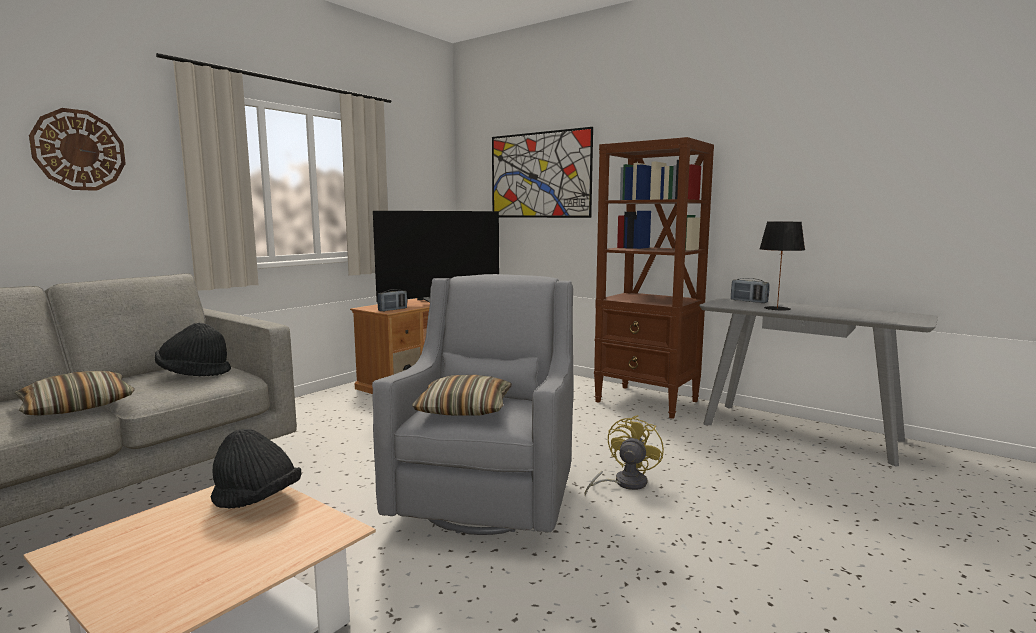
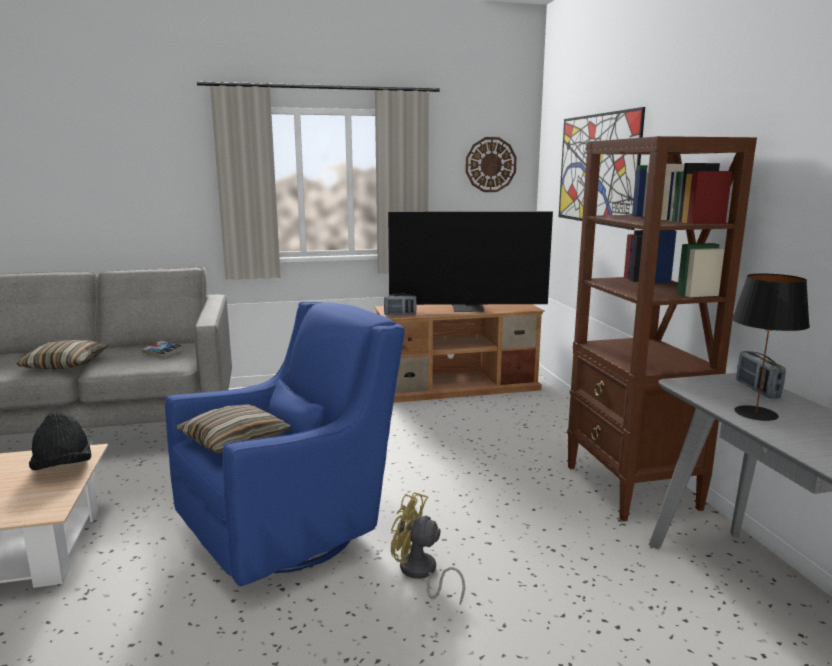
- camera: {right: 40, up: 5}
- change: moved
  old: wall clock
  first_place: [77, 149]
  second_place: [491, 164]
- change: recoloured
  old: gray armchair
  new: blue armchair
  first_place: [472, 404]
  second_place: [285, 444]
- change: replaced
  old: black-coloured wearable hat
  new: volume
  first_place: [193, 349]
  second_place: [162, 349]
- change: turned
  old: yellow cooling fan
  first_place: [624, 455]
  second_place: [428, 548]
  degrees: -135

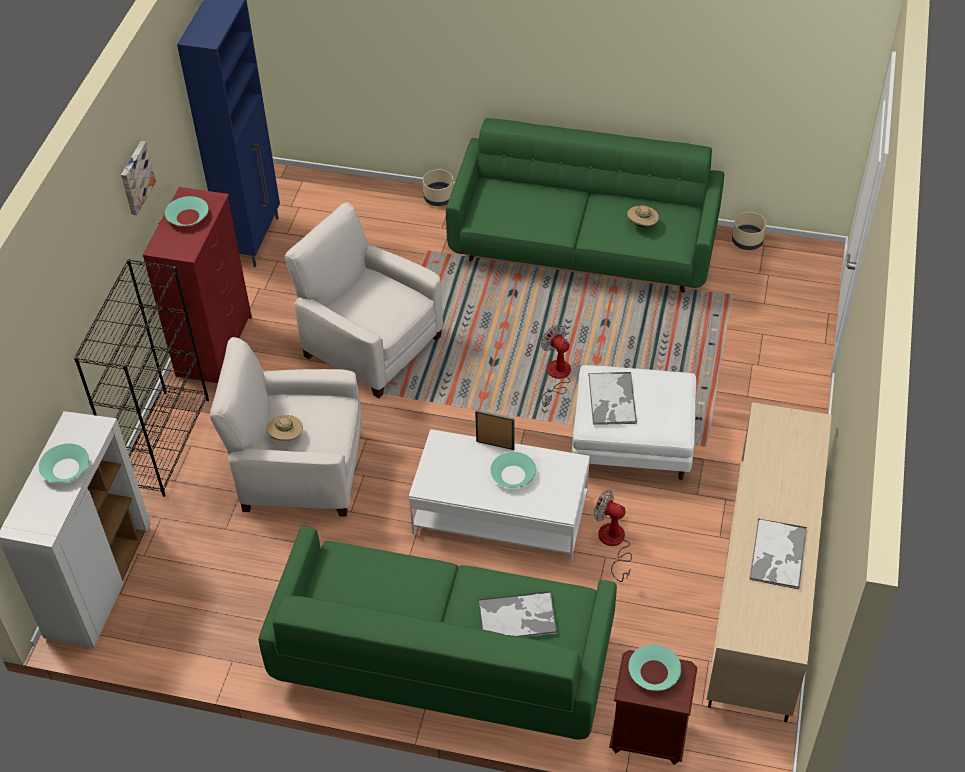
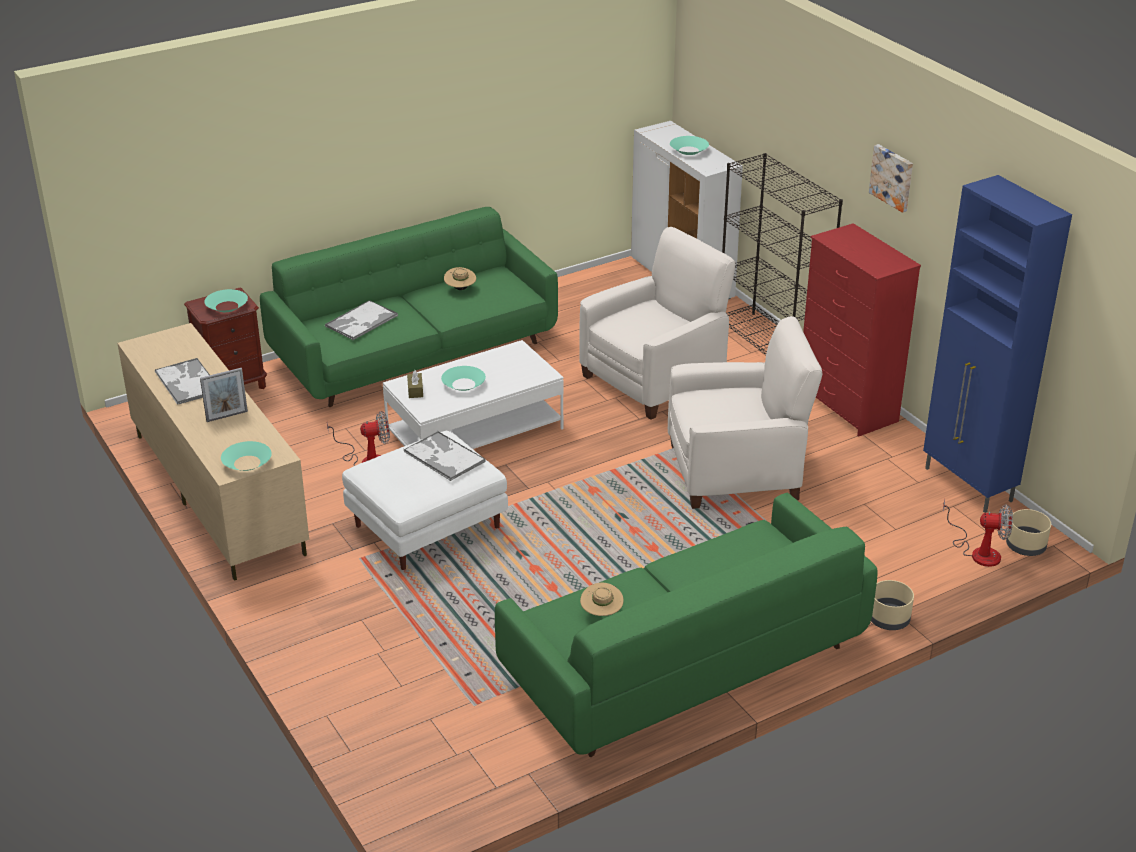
- camera: {right: 135, up: -15}
- change: moved
  old: turquoise serving bowl
  first_place: [186, 211]
  second_place: [246, 456]
- change: moved
  old: beige-coloured plant pot
  first_place: [749, 231]
  second_place: [1028, 532]
- change: moved
  old: cooling fan
  first_place: [556, 366]
  second_place: [978, 533]
- change: moved
  old: standing frame
  first_place: [495, 430]
  second_place: [224, 395]
- change: moved
  old: beige-coloured wearable hat
  first_place: [284, 428]
  second_place: [460, 278]
- change: added
  new: brownish tissue holder
  second_place: [415, 384]

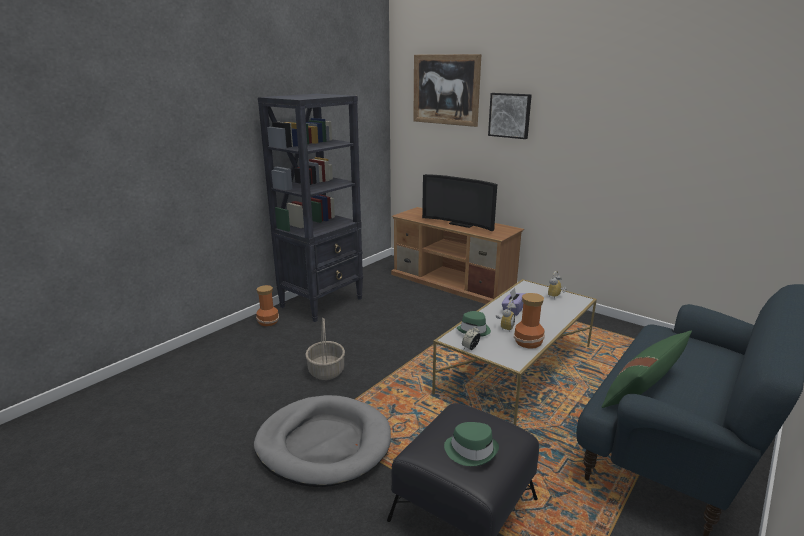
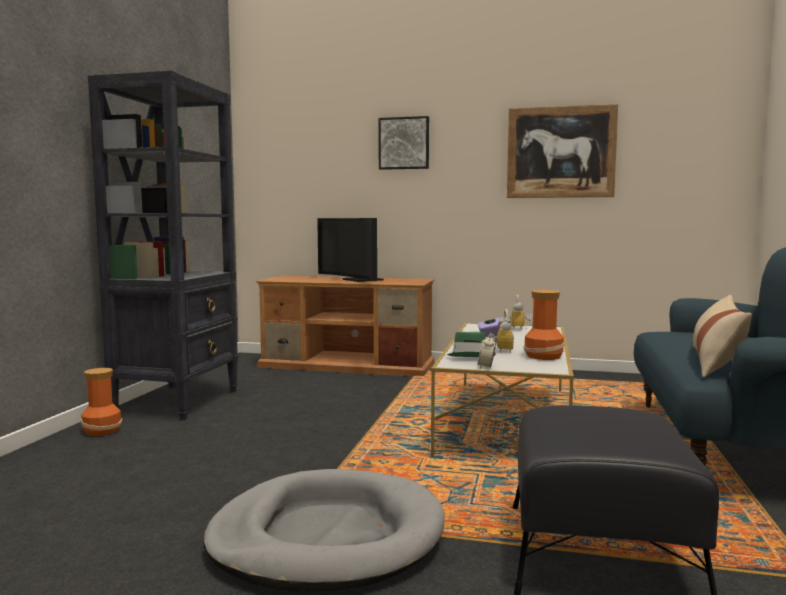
- camera: {right: -25, up: -15}
- change: moved
  old: wall art
  first_place: [447, 90]
  second_place: [562, 151]
- change: turned
  old: television
  first_place: [459, 202]
  second_place: [350, 250]
  degrees: 45
- change: removed
  old: household basket
  first_place: [325, 349]
- change: recoloured
  old: greenish throw pillow
  new: beige-coloured throw pillow
  first_place: [646, 369]
  second_place: [722, 336]
- change: removed
  old: greenish wearable hat
  first_place: [471, 444]

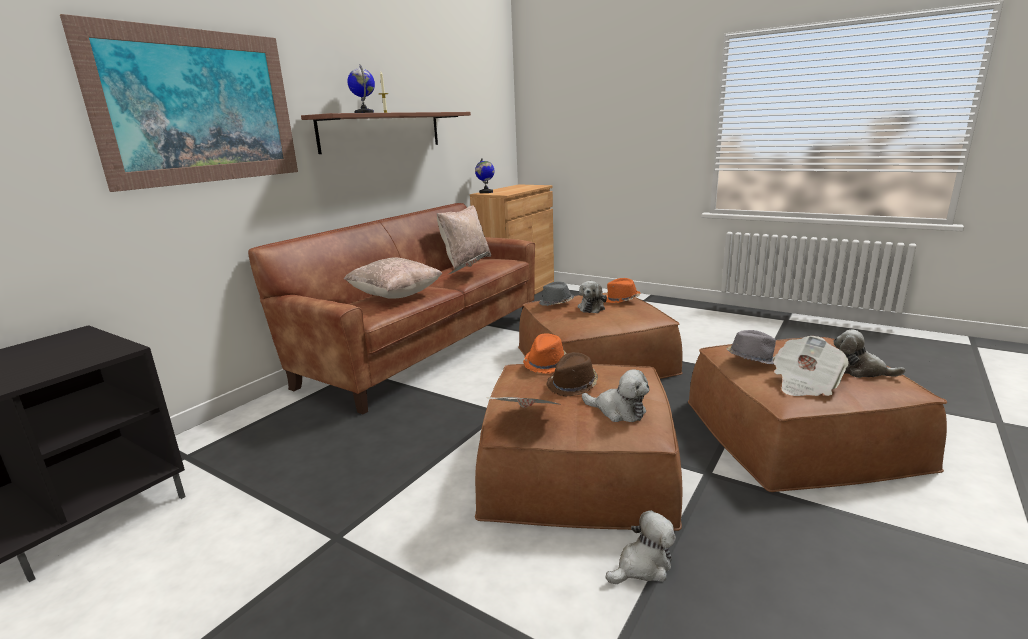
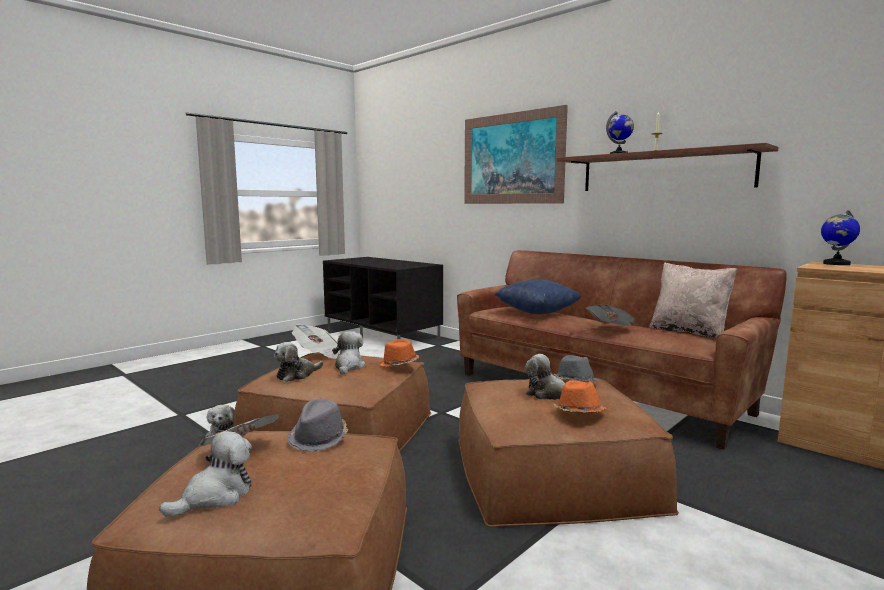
- camera: {right: 100, up: -10}
- change: recoloured
  old: beige-coloured throw pillow
  new: blue throw pillow
  first_place: [393, 278]
  second_place: [538, 296]
- change: replaced
  old: brownish wearable hat
  new: soft toy
  first_place: [572, 374]
  second_place: [349, 353]

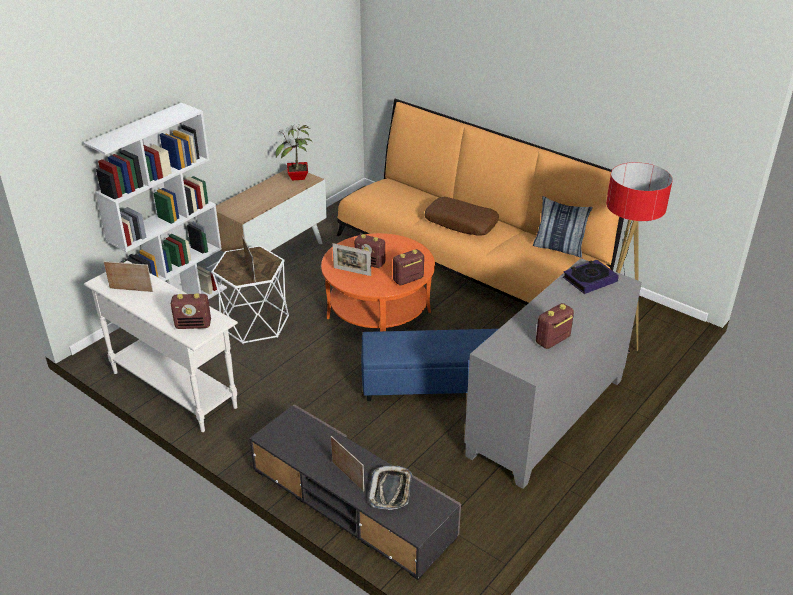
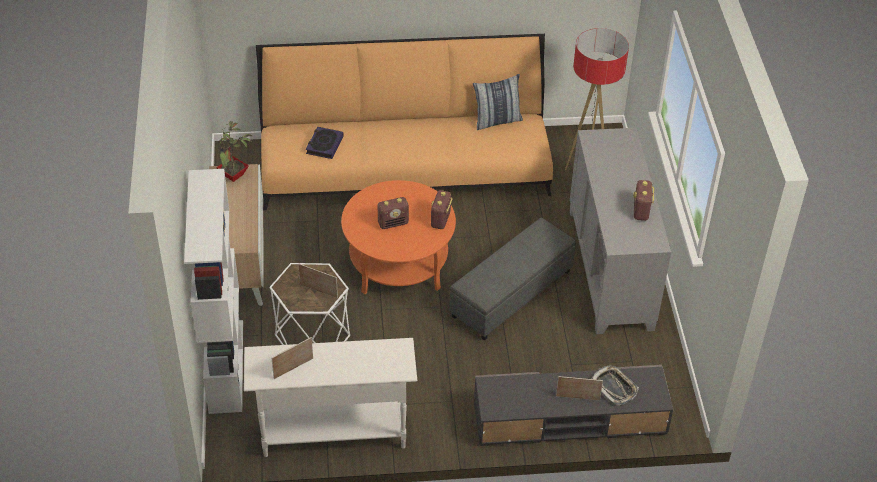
- camera: {right: -45, up: 10}
- change: removed
  old: brownish throw pillow
  first_place: [461, 216]
- change: removed
  old: standing frame
  first_place: [352, 259]
- change: moved
  old: volume
  first_place: [591, 277]
  second_place: [325, 143]
- change: removed
  old: radio
  first_place: [191, 311]
- change: recoloured
  old: blue pouffe
  new: gray pouffe
  first_place: [429, 365]
  second_place: [512, 279]

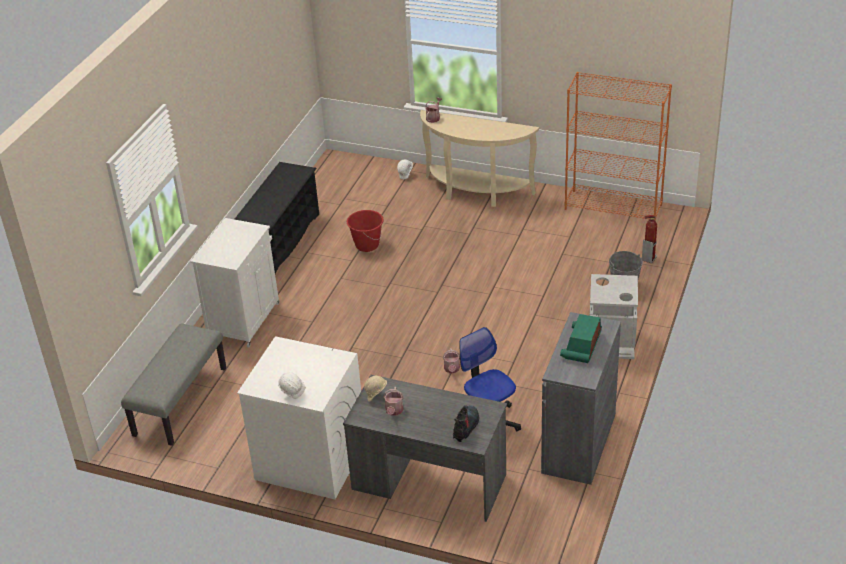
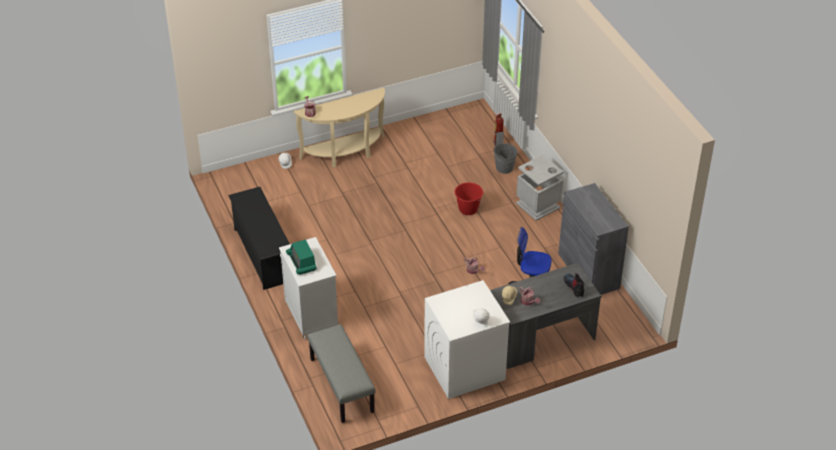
- camera: {right: -45, up: 5}
- change: removed
  old: orange bookshelf
  first_place: [618, 146]
- change: moved
  old: reddish pail
  first_place: [365, 231]
  second_place: [469, 198]
- change: moved
  old: radio
  first_place: [581, 338]
  second_place: [301, 257]

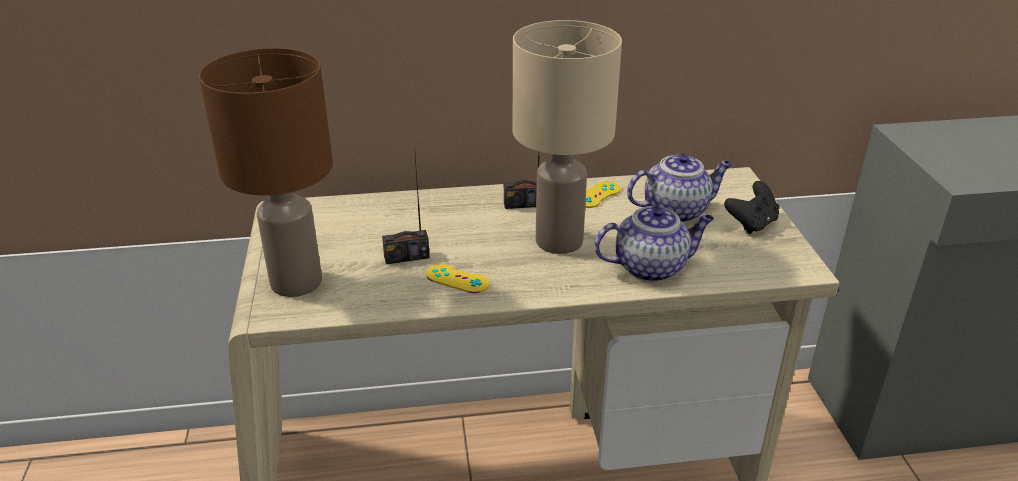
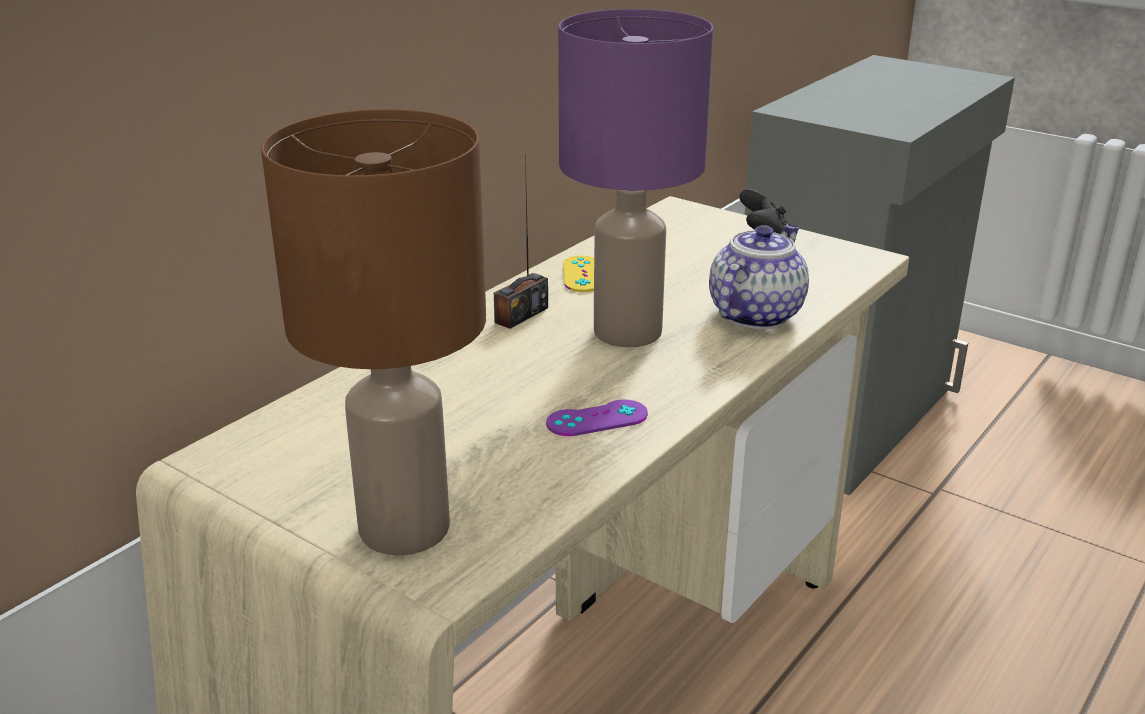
- camera: {right: -45, up: -5}
- change: recoloured
  old: beige-coloured tabletop lamp
  new: purplish tabletop lamp
  first_place: [567, 137]
  second_place: [635, 178]
- change: removed
  old: radio
  first_place: [406, 206]
- change: removed
  old: tea pot
  first_place: [679, 188]
- change: recoloured
  old: yellow game controller
  new: purplish game controller
  first_place: [458, 278]
  second_place: [597, 417]

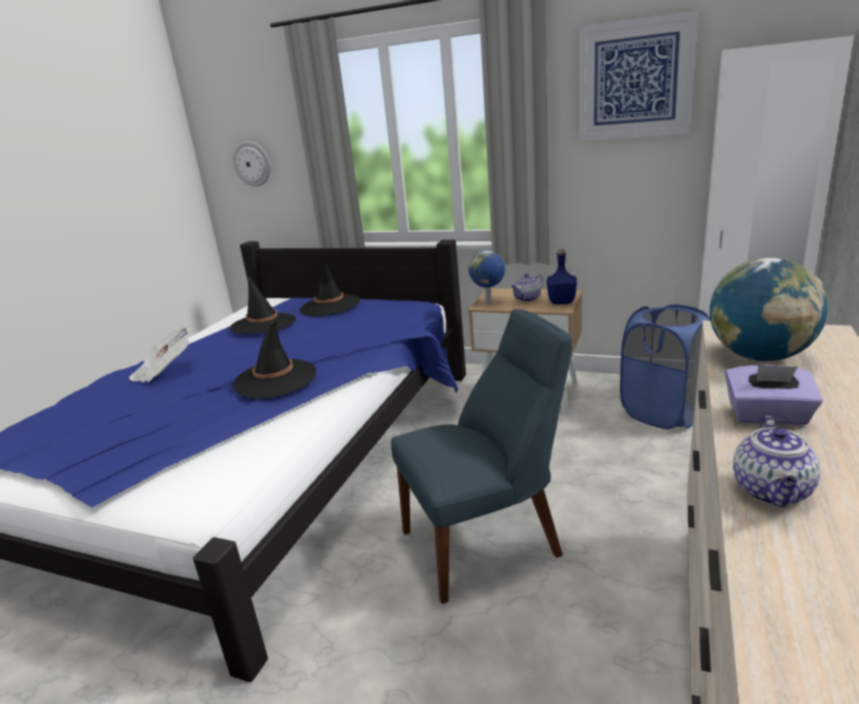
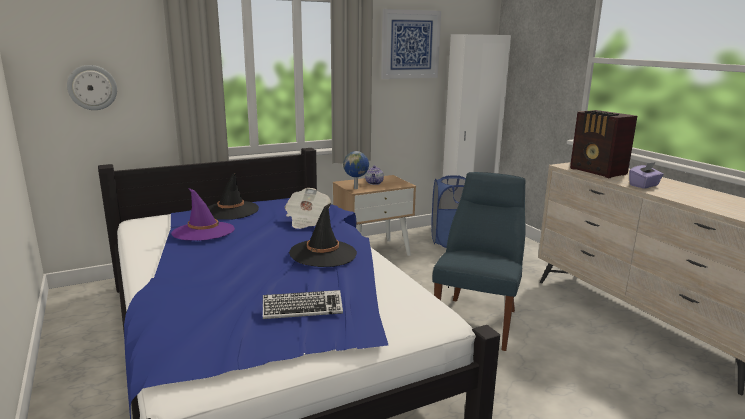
- camera: {right: -50, up: -5}
- change: removed
  old: blue beverage bottle
  first_place: [562, 276]
- change: replaced
  old: world globe
  new: radio
  first_place: [769, 309]
  second_place: [603, 144]
- change: recoloured
  old: black-coloured wearable hat
  new: purplish wearable hat
  first_place: [263, 305]
  second_place: [203, 214]
- change: moved
  old: printed paper
  first_place: [160, 354]
  second_place: [308, 208]
- change: removed
  old: tea pot
  first_place: [777, 461]
- change: added
  new: PC keyboard
  second_place: [303, 304]

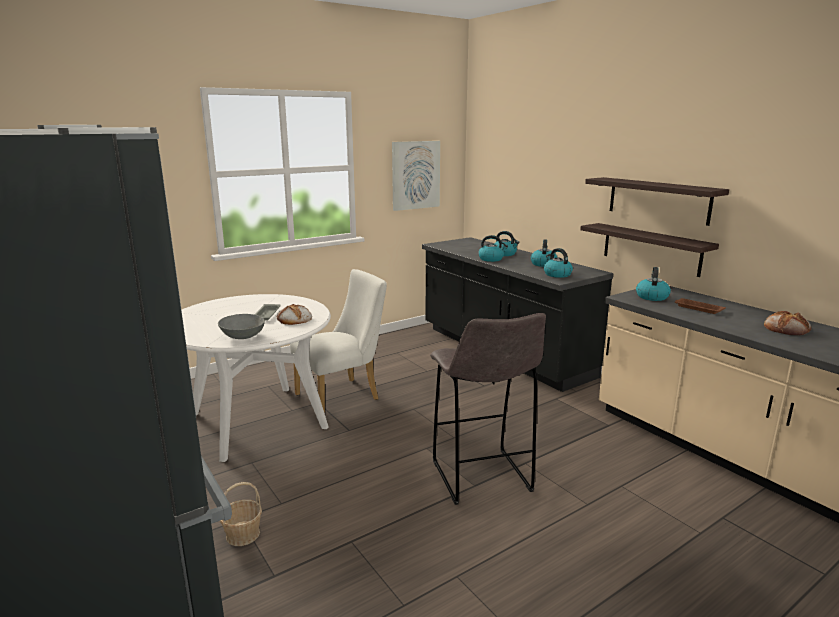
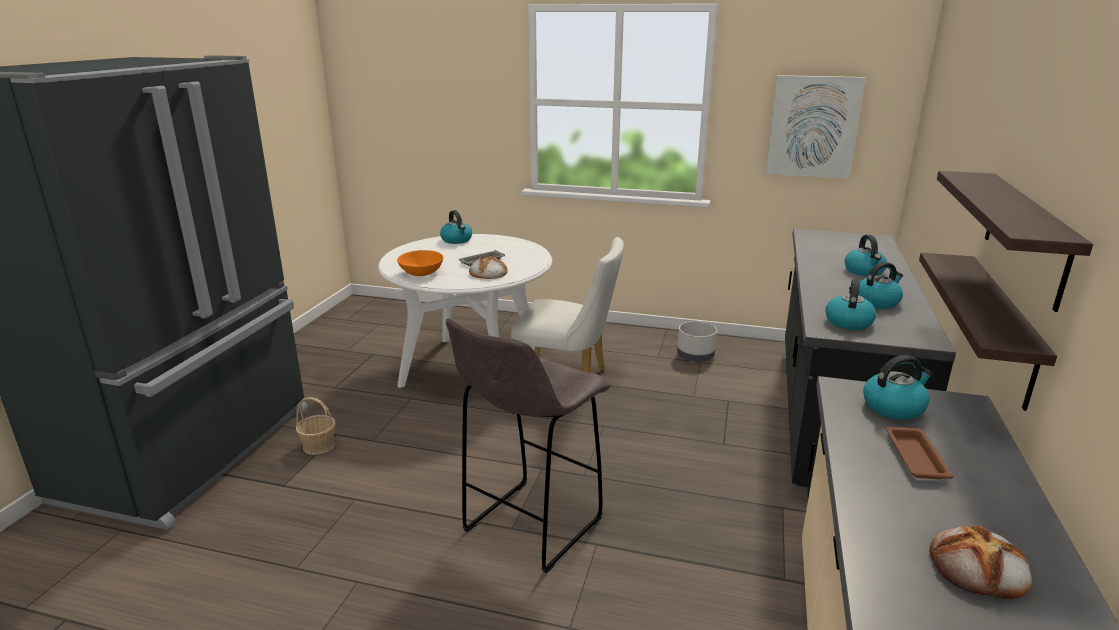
- camera: {right: 50, up: 5}
- change: moved
  old: kettle
  first_place: [493, 248]
  second_place: [456, 227]
- change: recoloured
  old: gray serving bowl
  new: orange serving bowl
  first_place: [241, 326]
  second_place: [420, 263]
- change: added
  new: gray plant pot
  second_place: [697, 341]

